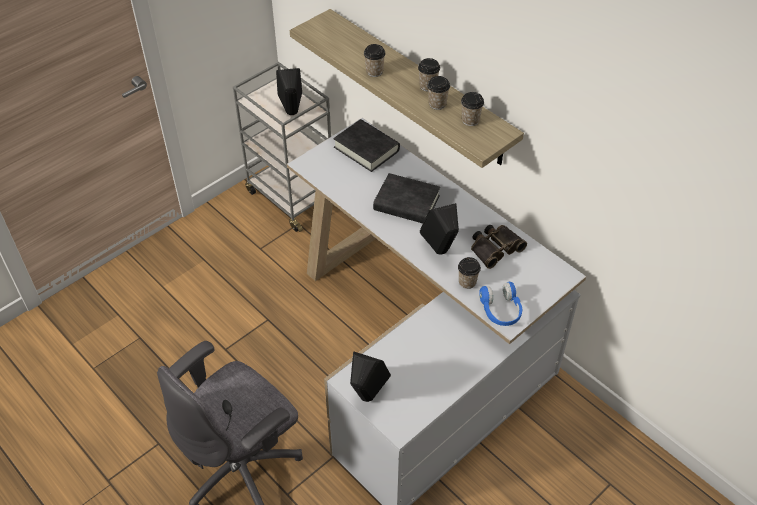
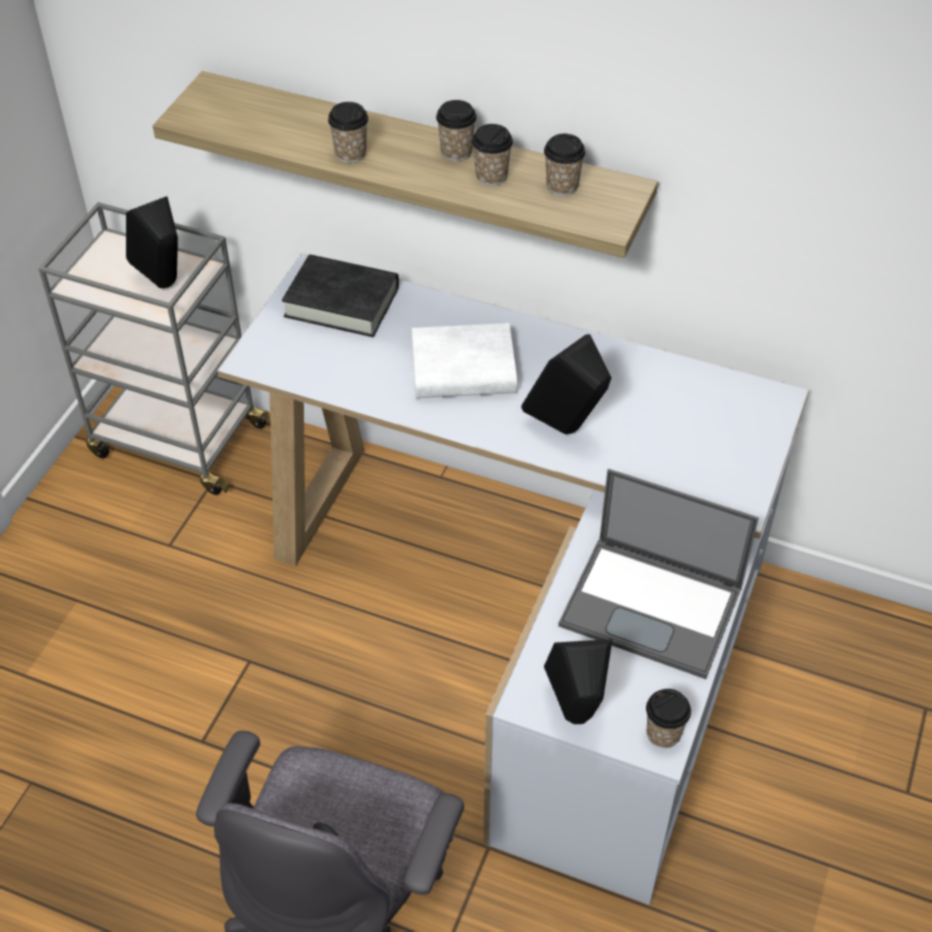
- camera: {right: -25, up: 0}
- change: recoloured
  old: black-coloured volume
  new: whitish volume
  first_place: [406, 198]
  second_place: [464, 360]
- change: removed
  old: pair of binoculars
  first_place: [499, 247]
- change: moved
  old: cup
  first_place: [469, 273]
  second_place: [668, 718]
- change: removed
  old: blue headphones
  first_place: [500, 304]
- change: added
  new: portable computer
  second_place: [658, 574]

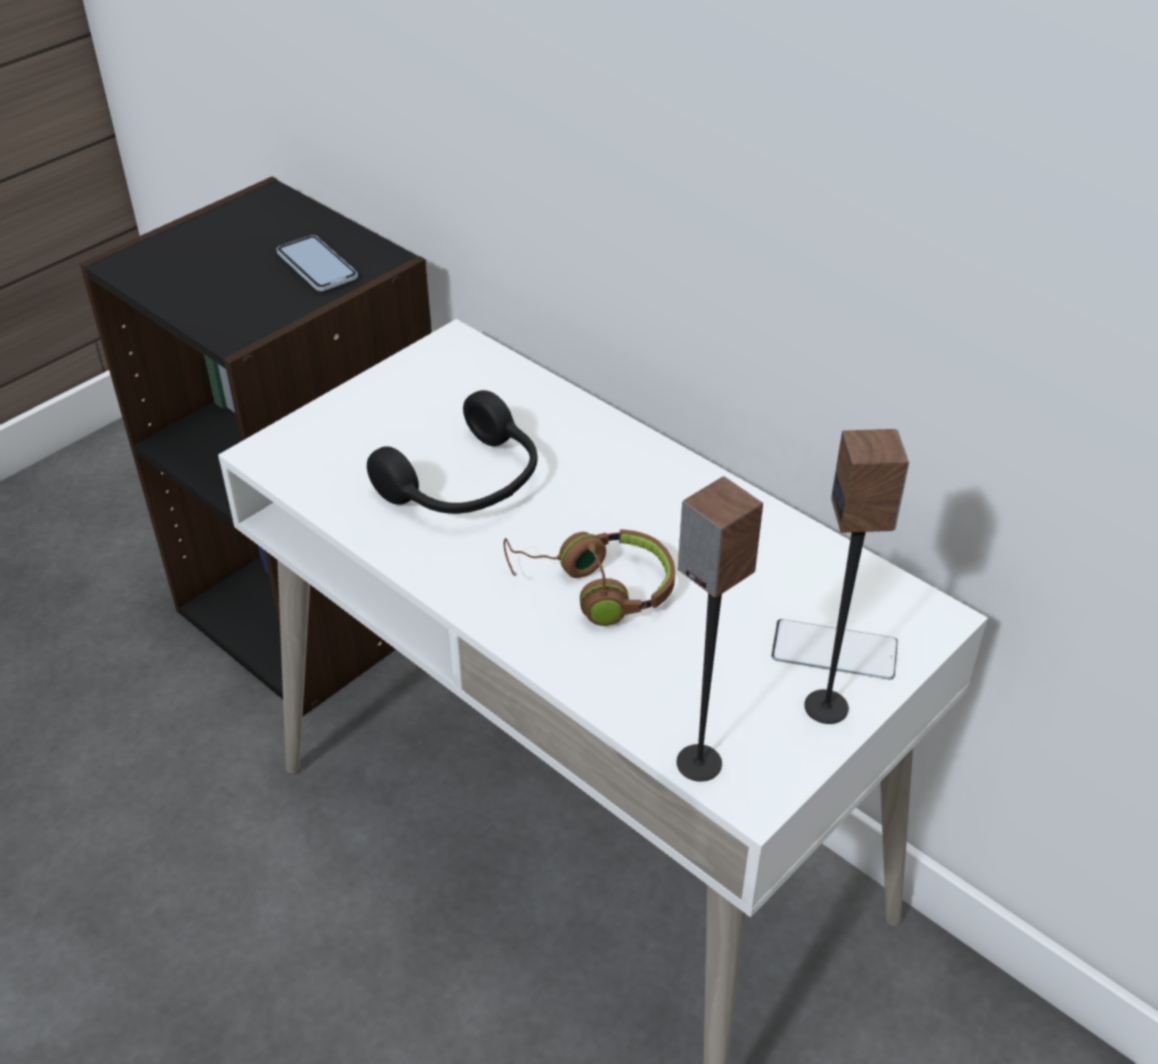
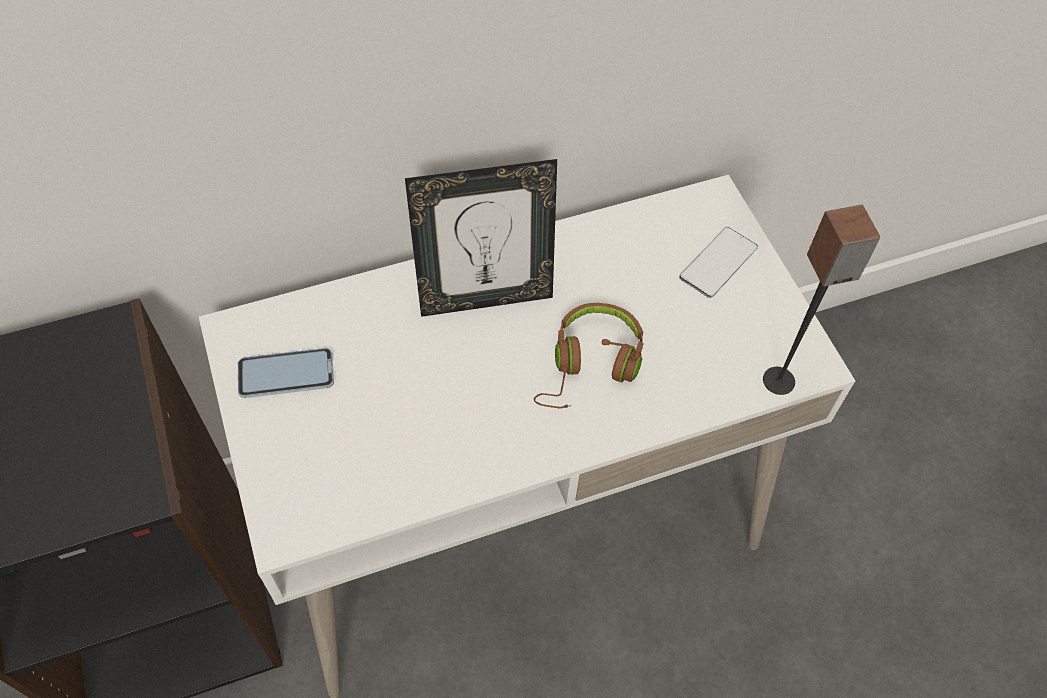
- camera: {right: -65, up: 15}
- change: moved
  old: telephone
  first_place: [317, 263]
  second_place: [286, 373]
- change: removed
  old: black-coloured headphones
  first_place: [452, 452]
- change: removed
  old: audio speaker
  first_place: [856, 576]
- change: added
  new: standing frame
  second_place: [481, 238]

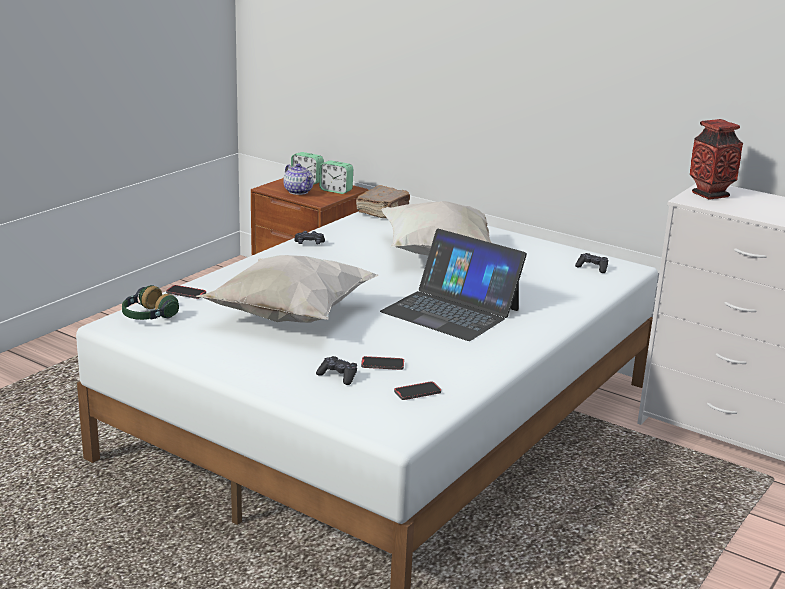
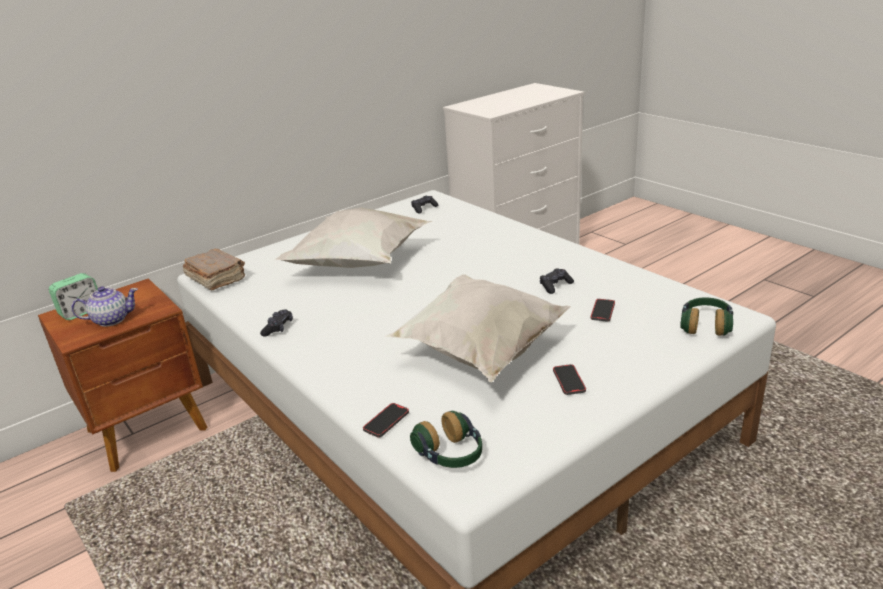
- camera: {right: -70, up: 5}
- change: removed
  old: vase
  first_place: [716, 159]
- change: removed
  old: alarm clock
  first_place: [336, 177]
- change: removed
  old: portable computer
  first_place: [453, 285]
- change: moved
  old: black-coloured game controller
  first_place: [336, 370]
  second_place: [557, 281]
- change: moved
  old: telephone
  first_place: [417, 391]
  second_place: [569, 379]
- change: added
  new: headphones
  second_place: [706, 316]

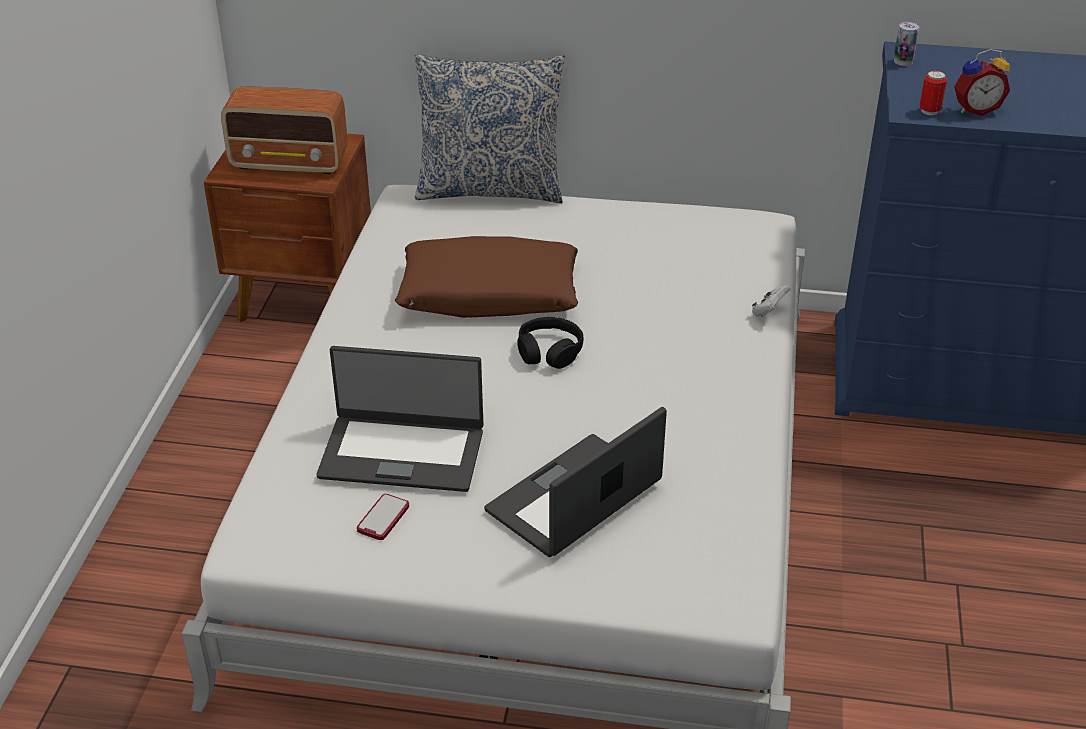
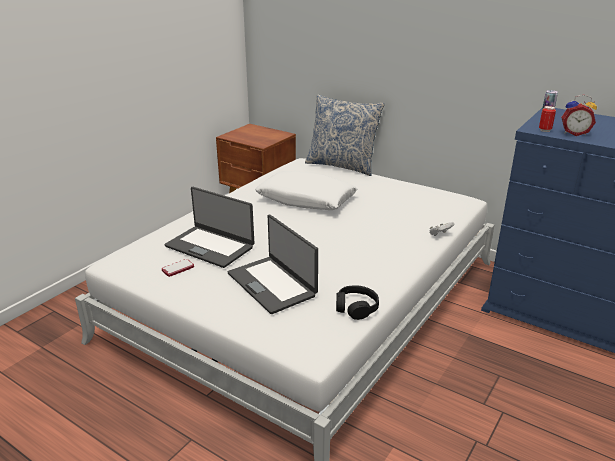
- camera: {right: 25, up: -10}
- change: removed
  old: radio
  first_place: [284, 130]
- change: recoloured
  old: brownish throw pillow
  new: whitish throw pillow
  first_place: [486, 277]
  second_place: [306, 190]
- change: moved
  old: black-coloured headphones
  first_place: [551, 343]
  second_place: [357, 302]
- change: turned
  old: portable computer
  first_place: [575, 482]
  second_place: [273, 264]
  degrees: -105

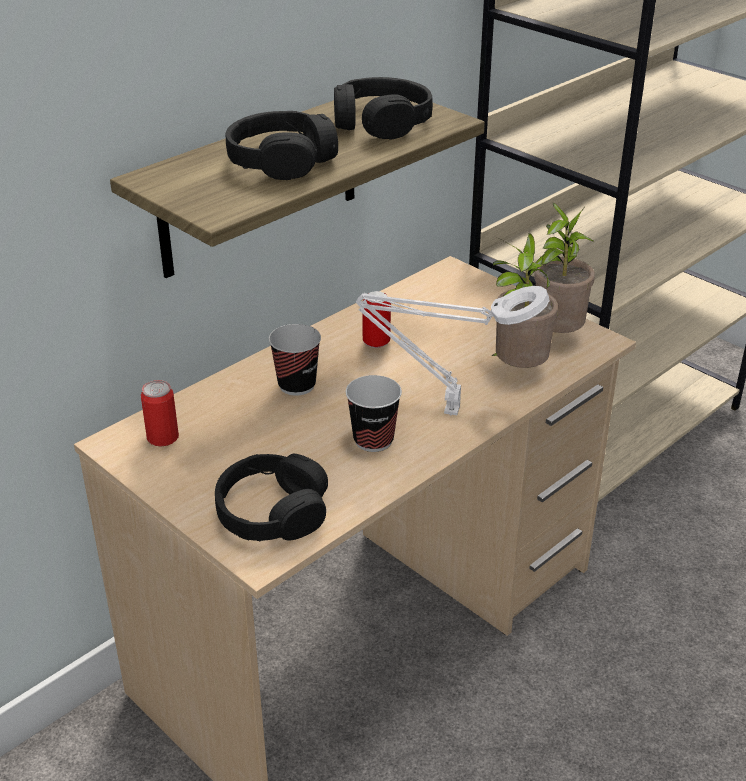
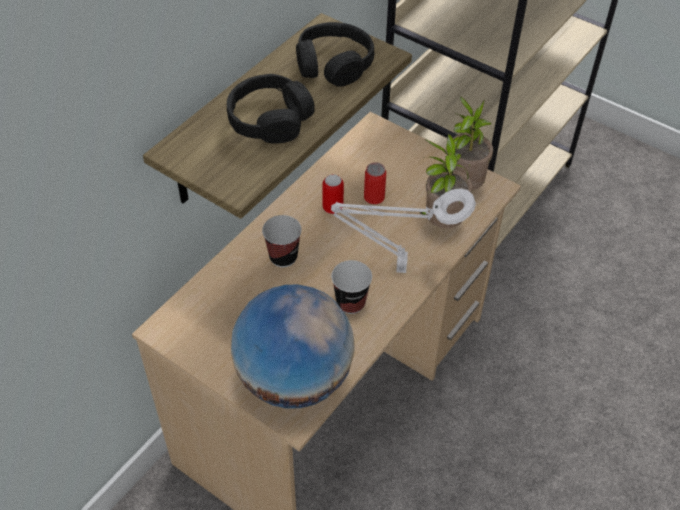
- camera: {right: -10, up: 15}
- change: moved
  old: metal can
  first_place: [160, 413]
  second_place: [375, 183]
- change: replaced
  old: black-coloured headphones
  new: world globe
  first_place: [271, 497]
  second_place: [293, 347]

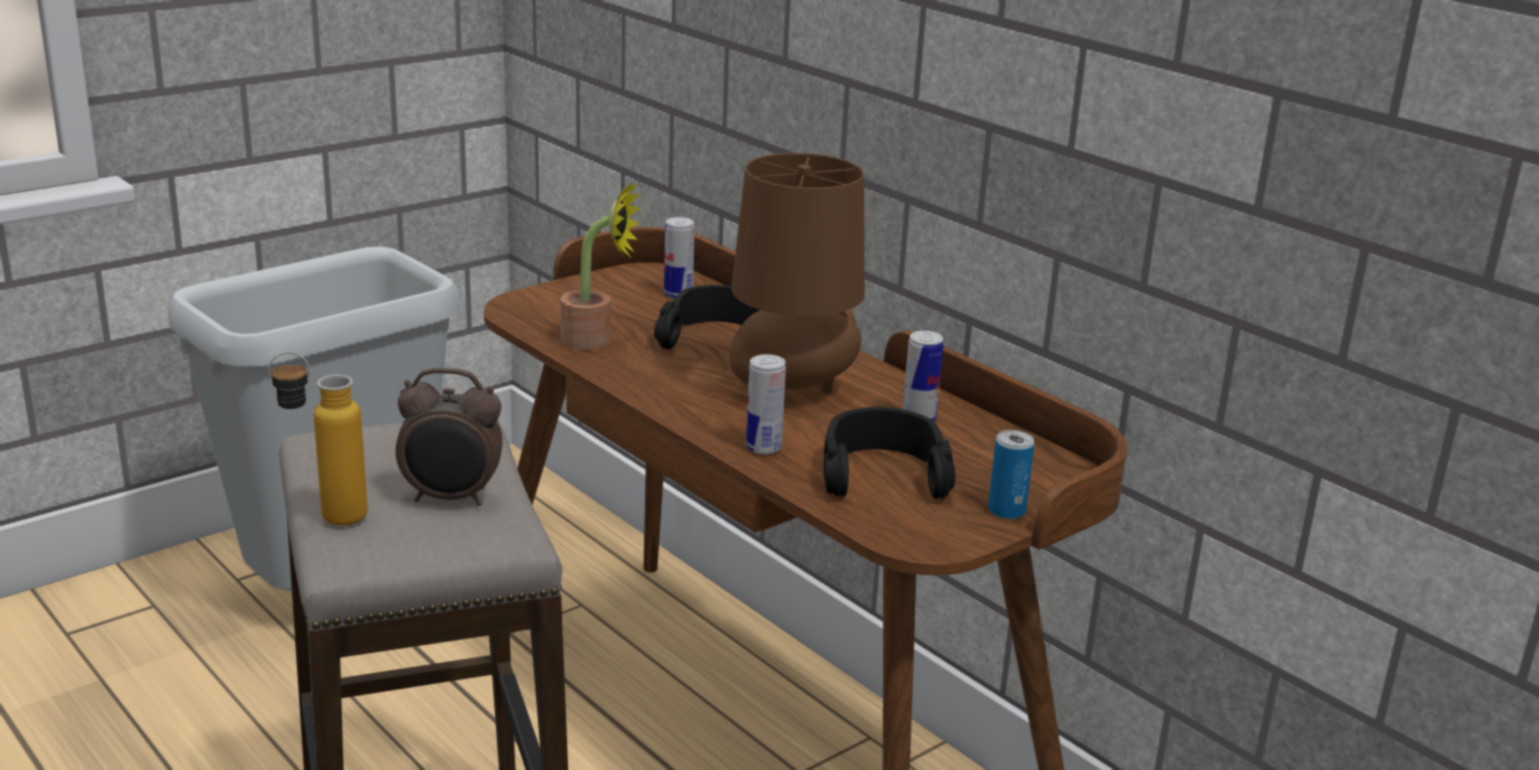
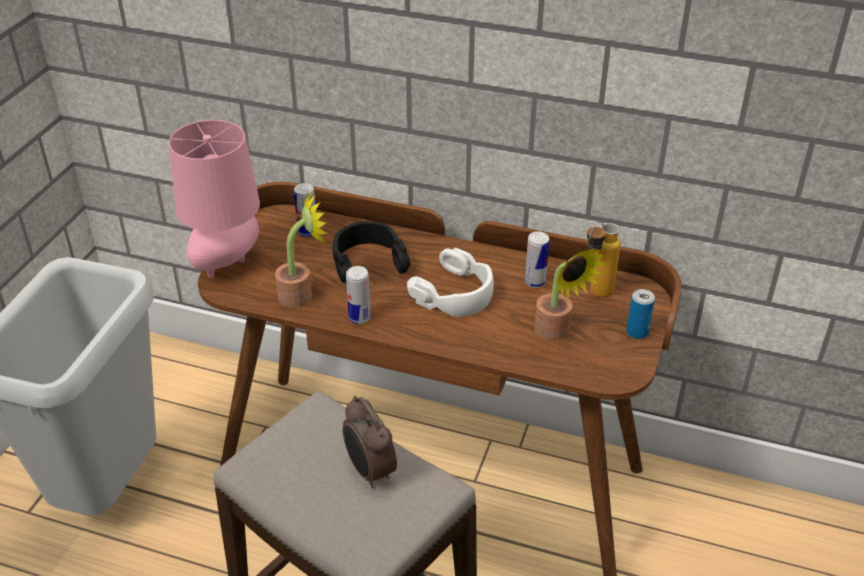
- camera: {right: -30, up: 15}
- change: replaced
  old: brownish tabletop lamp
  new: whitish headphones
  first_place: [797, 273]
  second_place: [450, 282]
- change: moved
  old: beverage bottle
  first_place: [318, 438]
  second_place: [604, 259]
- change: moved
  old: metal can
  first_place: [766, 404]
  second_place: [358, 295]
- change: turned
  old: alarm clock
  first_place: [449, 436]
  second_place: [370, 442]
  degrees: 90
- change: replaced
  old: black-coloured headphones
  new: potted plant
  first_place: [889, 453]
  second_place: [569, 294]
- change: added
  new: pink-coloured tabletop lamp
  second_place: [214, 199]

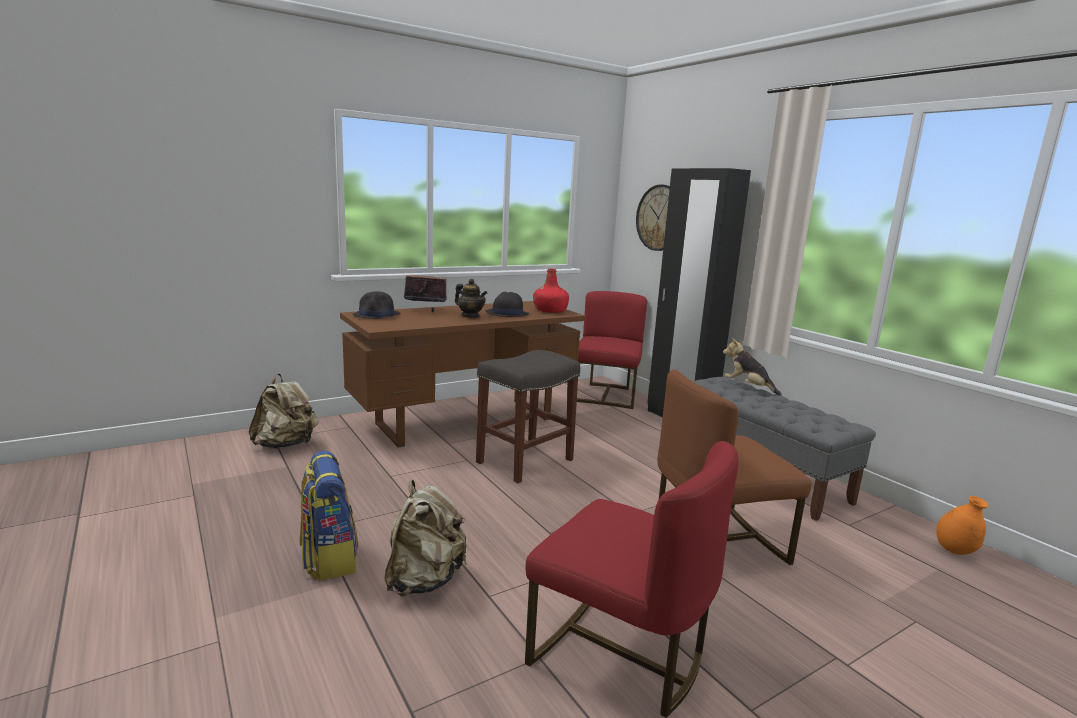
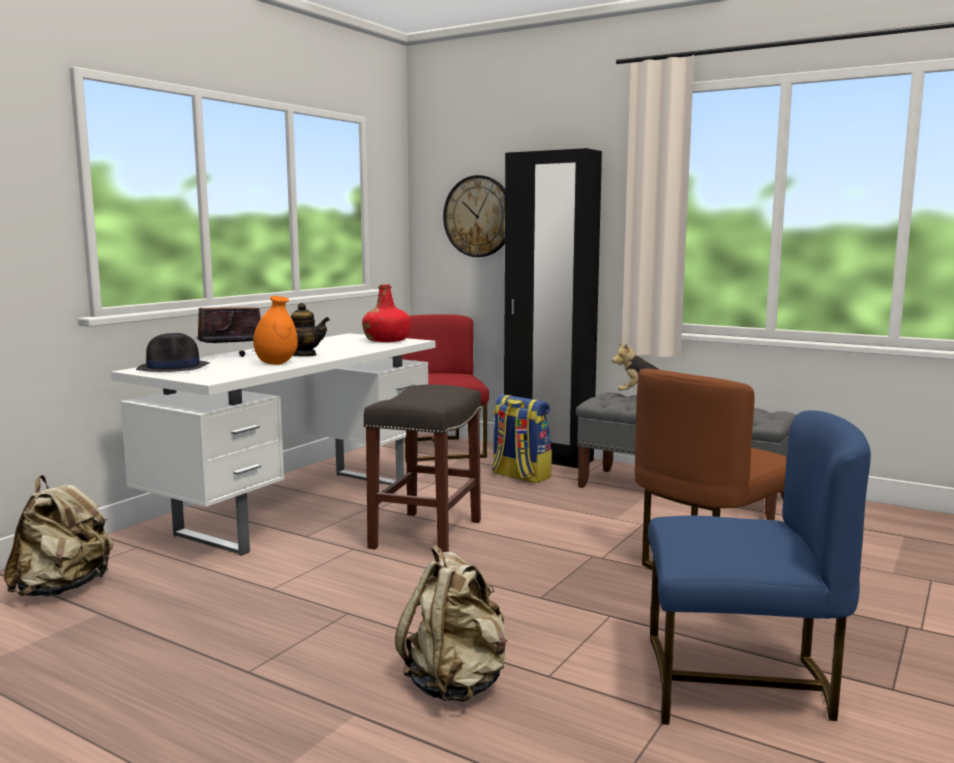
- camera: {right: -25, up: -5}
- change: removed
  old: black-coloured wearable hat
  first_place: [507, 304]
- change: recoloured
  old: brownish desk table
  new: whitish desk table
  first_place: [462, 374]
  second_place: [273, 444]
- change: recoloured
  old: reddish chair
  new: blue chair
  first_place: [631, 579]
  second_place: [759, 567]
- change: moved
  old: knapsack
  first_place: [329, 516]
  second_place: [522, 438]
- change: moved
  old: orange vase
  first_place: [962, 525]
  second_place: [275, 330]

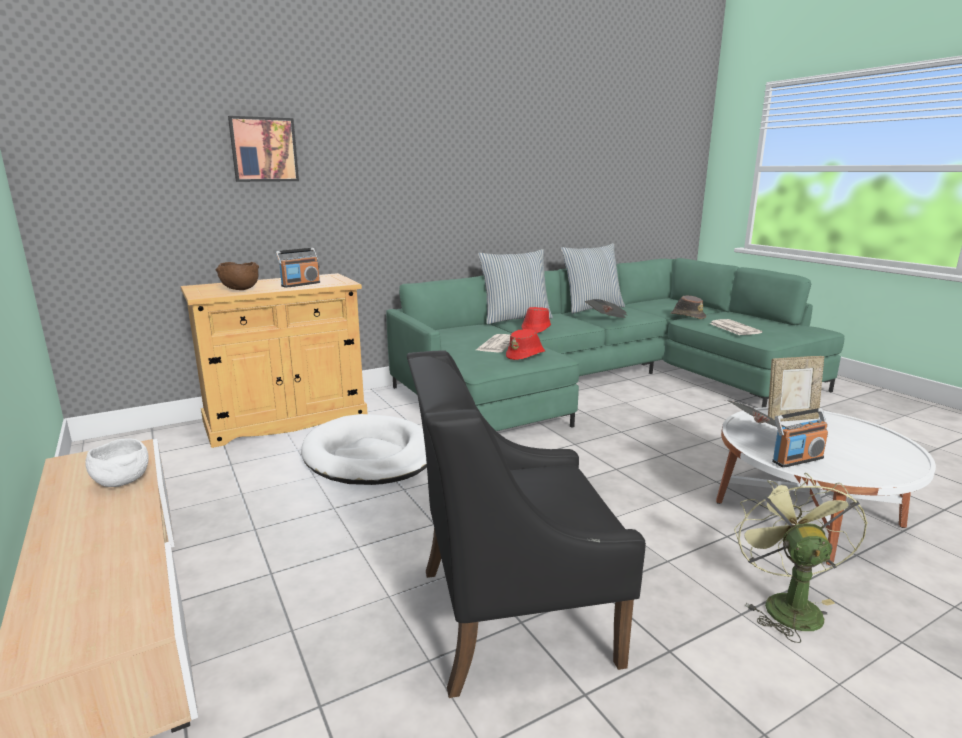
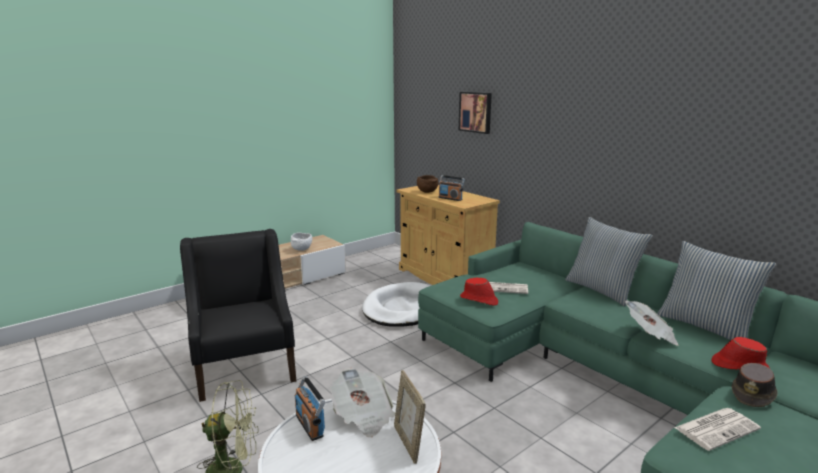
- camera: {right: 80, up: 0}
- change: moved
  old: reddish wearable hat
  first_place: [536, 320]
  second_place: [740, 353]

